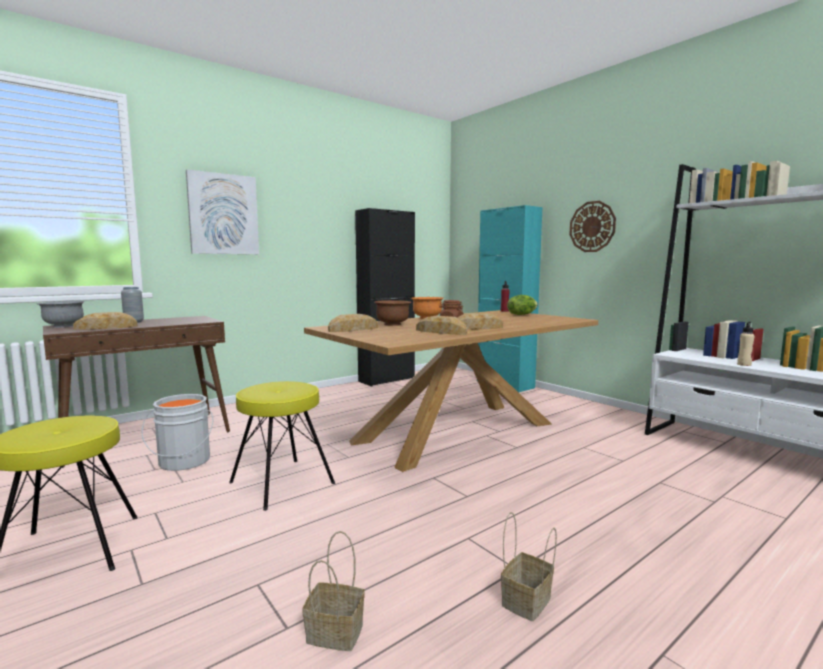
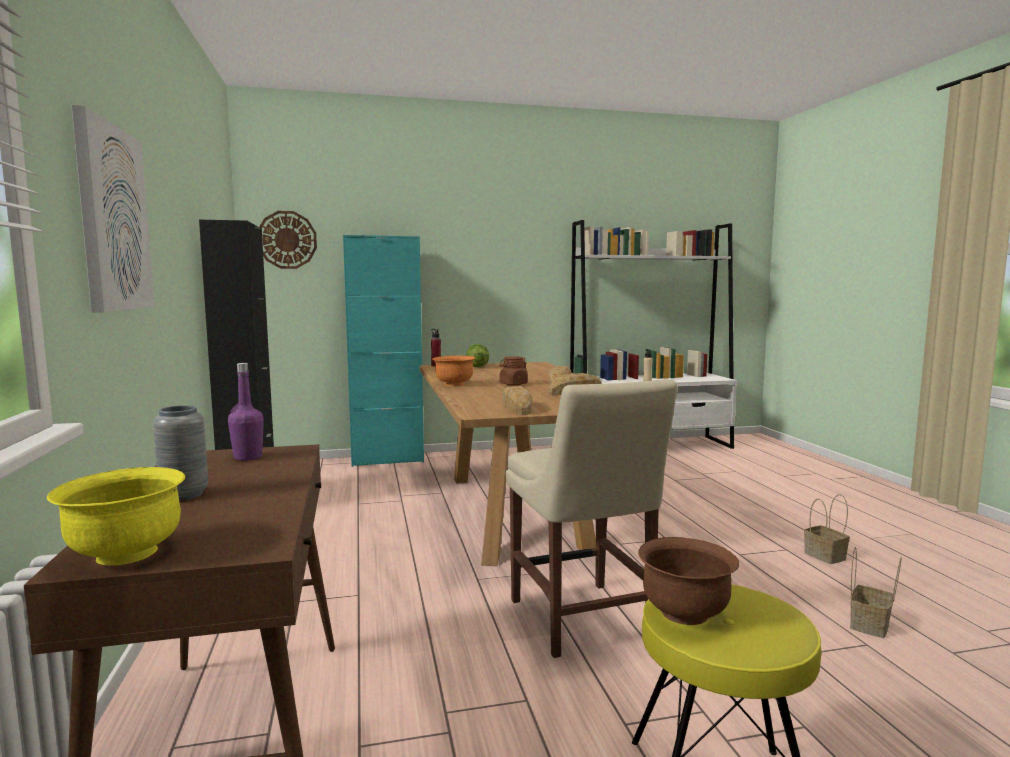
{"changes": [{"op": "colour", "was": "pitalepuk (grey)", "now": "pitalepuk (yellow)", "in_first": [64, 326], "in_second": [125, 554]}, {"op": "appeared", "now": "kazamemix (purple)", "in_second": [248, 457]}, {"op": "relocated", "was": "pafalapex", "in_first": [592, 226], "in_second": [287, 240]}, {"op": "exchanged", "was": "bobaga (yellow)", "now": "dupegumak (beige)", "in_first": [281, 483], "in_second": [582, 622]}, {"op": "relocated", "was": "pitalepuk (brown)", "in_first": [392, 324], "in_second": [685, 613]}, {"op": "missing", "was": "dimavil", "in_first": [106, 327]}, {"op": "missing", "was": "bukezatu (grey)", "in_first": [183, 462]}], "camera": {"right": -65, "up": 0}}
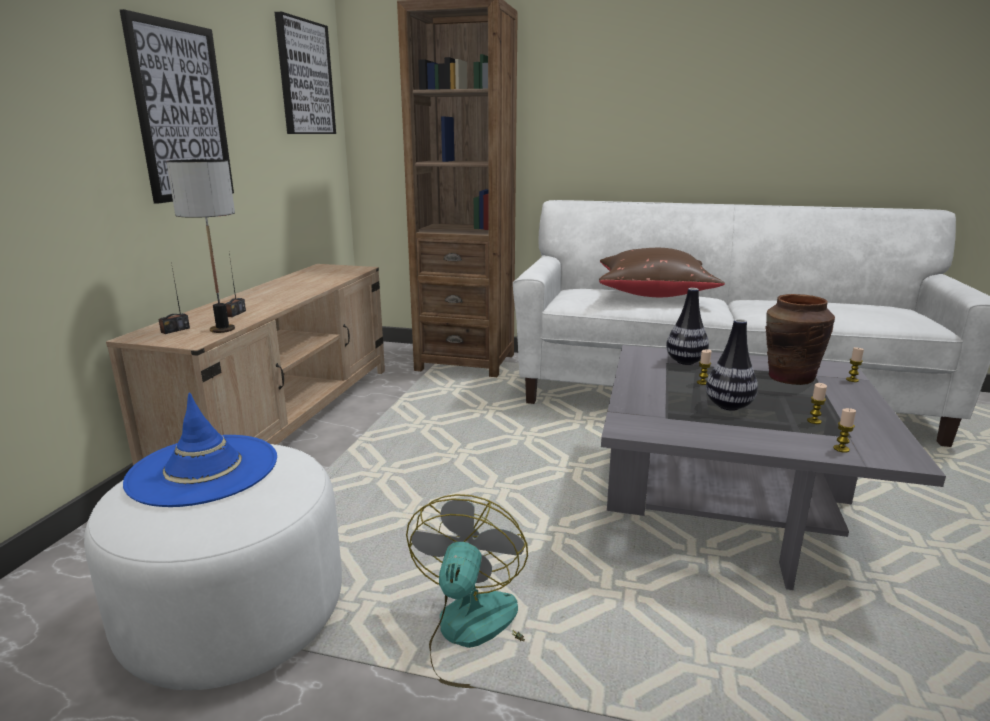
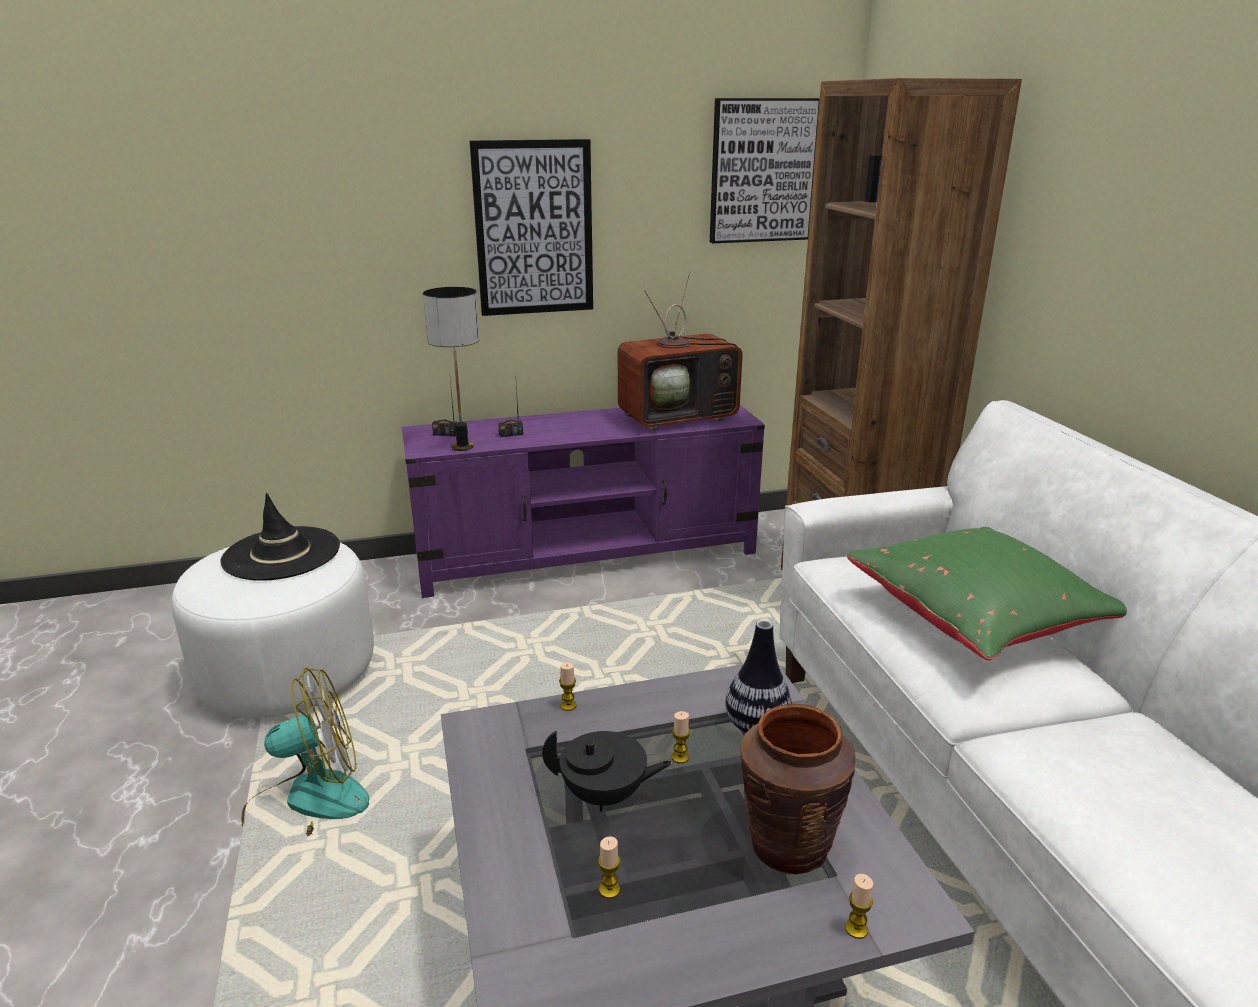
{"changes": [{"op": "colour", "was": "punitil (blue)", "now": "punitil (black)", "in_first": [204, 470], "in_second": [282, 554]}, {"op": "colour", "was": "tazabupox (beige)", "now": "tazabupox (purple)", "in_first": [287, 418], "in_second": [588, 555]}, {"op": "exchanged", "was": "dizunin", "now": "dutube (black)", "in_first": [729, 406], "in_second": [605, 795]}, {"op": "relocated", "was": "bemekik", "in_first": [841, 449], "in_second": [568, 705]}, {"op": "appeared", "now": "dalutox", "in_second": [679, 417]}, {"op": "colour", "was": "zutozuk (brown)", "now": "zutozuk (green)", "in_first": [653, 294], "in_second": [978, 620]}], "camera": {"right": 60, "up": 5}}
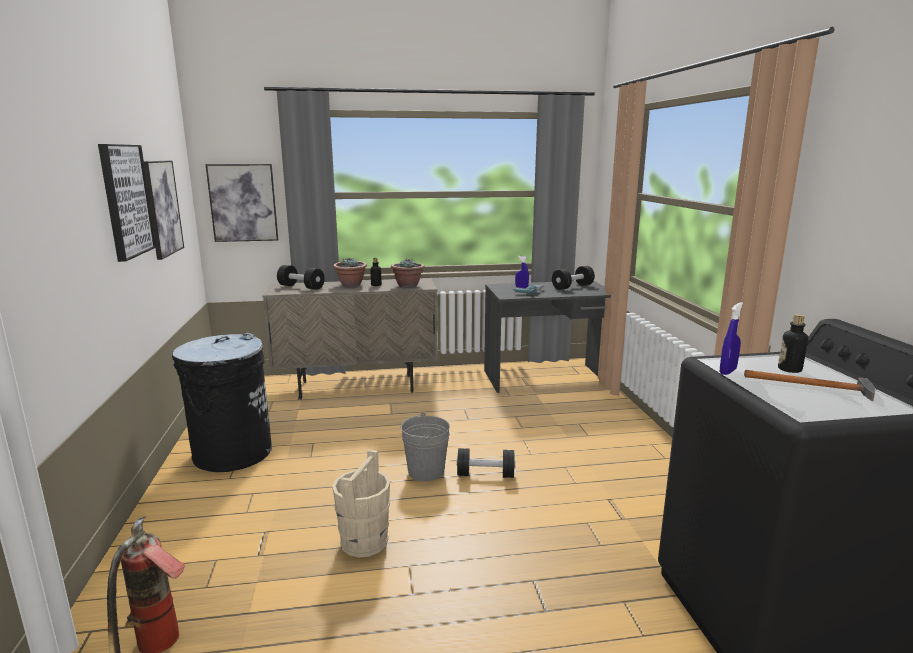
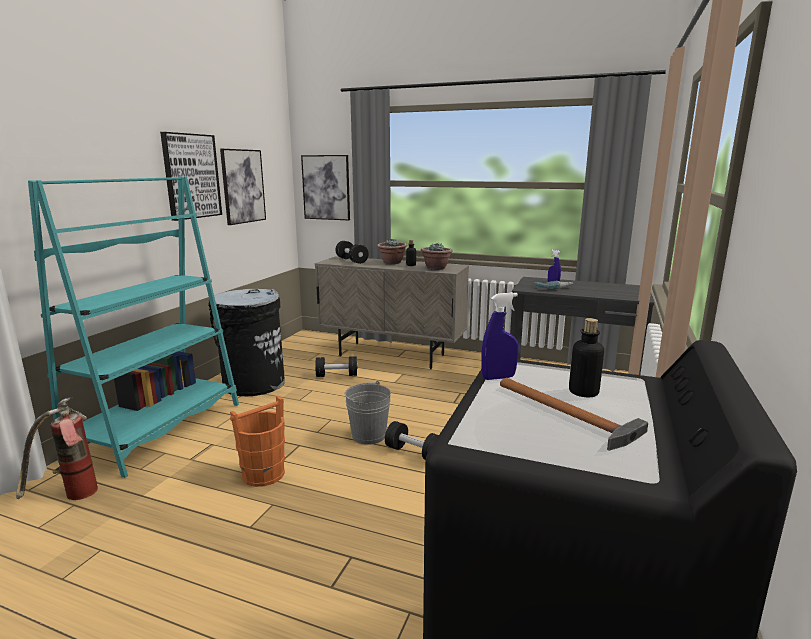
{"changes": [{"op": "appeared", "now": "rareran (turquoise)", "in_second": [158, 430]}, {"op": "colour", "was": "bukezatu (beige)", "now": "bukezatu (orange)", "in_first": [364, 542], "in_second": [263, 474]}, {"op": "relocated", "was": "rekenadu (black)", "in_first": [572, 287], "in_second": [337, 375]}], "camera": {"right": 30, "up": 0}}
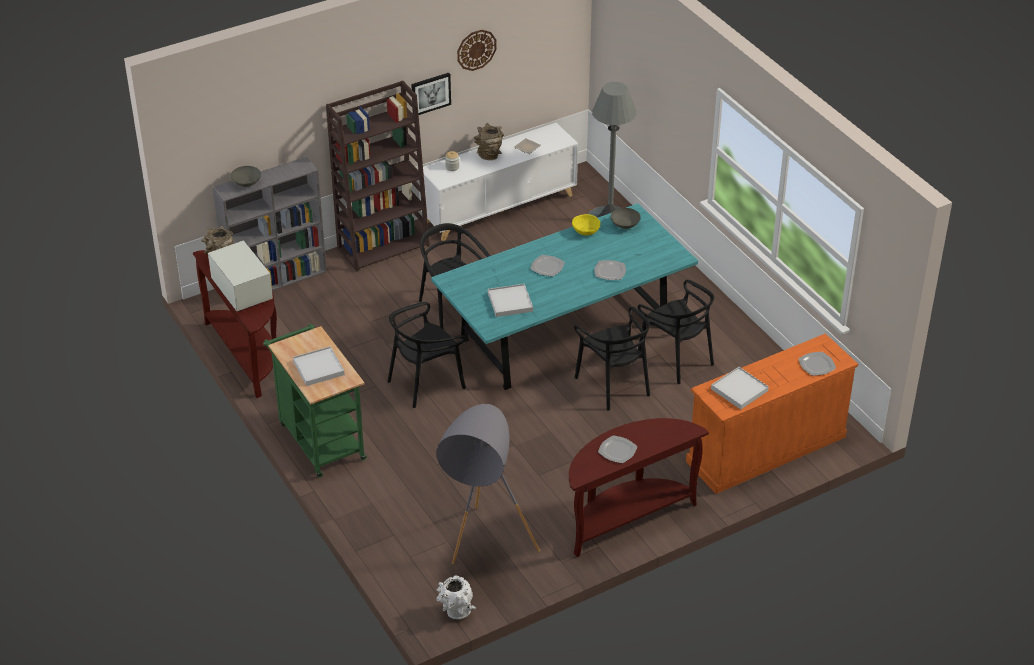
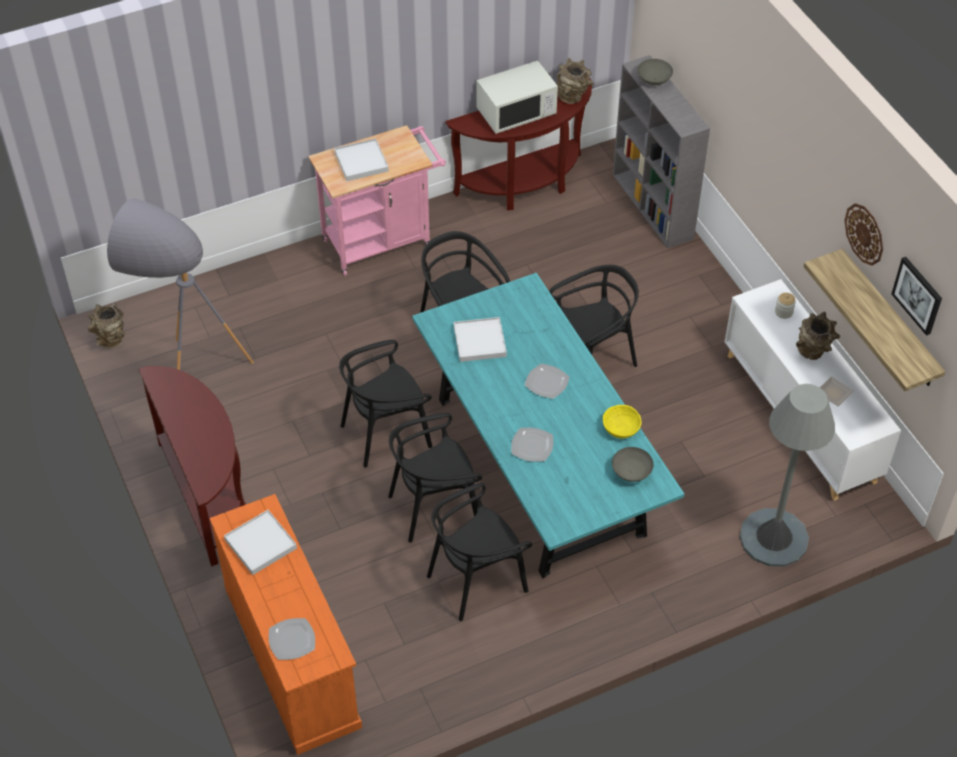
{"changes": [{"op": "colour", "was": "dizunin (white)", "now": "dizunin (brown)", "in_first": [455, 612], "in_second": [110, 339]}, {"op": "colour", "was": "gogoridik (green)", "now": "gogoridik (pink)", "in_first": [319, 438], "in_second": [382, 240]}, {"op": "appeared", "now": "dupegumak (black)", "in_second": [386, 433]}, {"op": "appeared", "now": "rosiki", "in_second": [888, 320]}, {"op": "relocated", "was": "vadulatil", "in_first": [430, 93], "in_second": [918, 295]}, {"op": "missing", "was": "rareran (brown)", "in_first": [384, 246]}, {"op": "missing", "was": "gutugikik", "in_first": [618, 450]}], "camera": {"right": 95, "up": 10}}
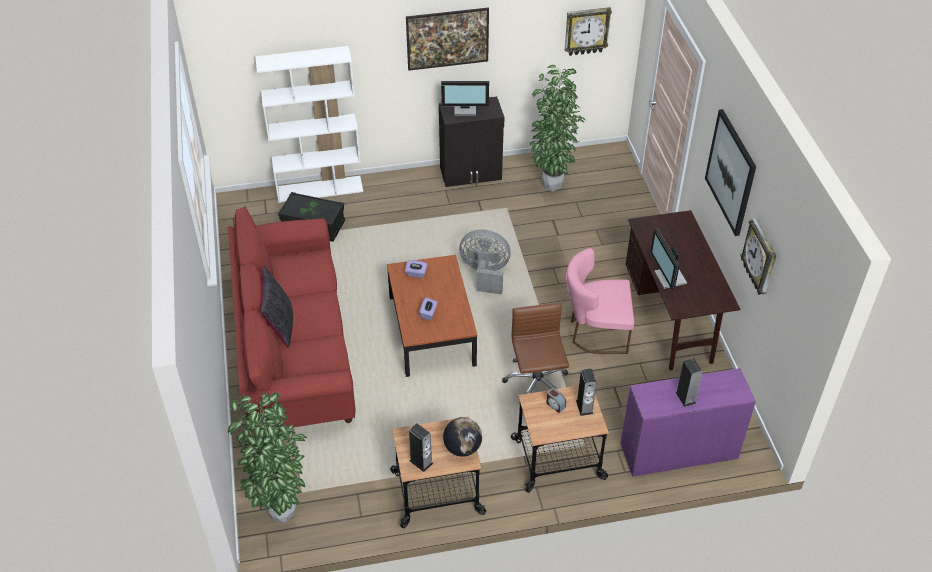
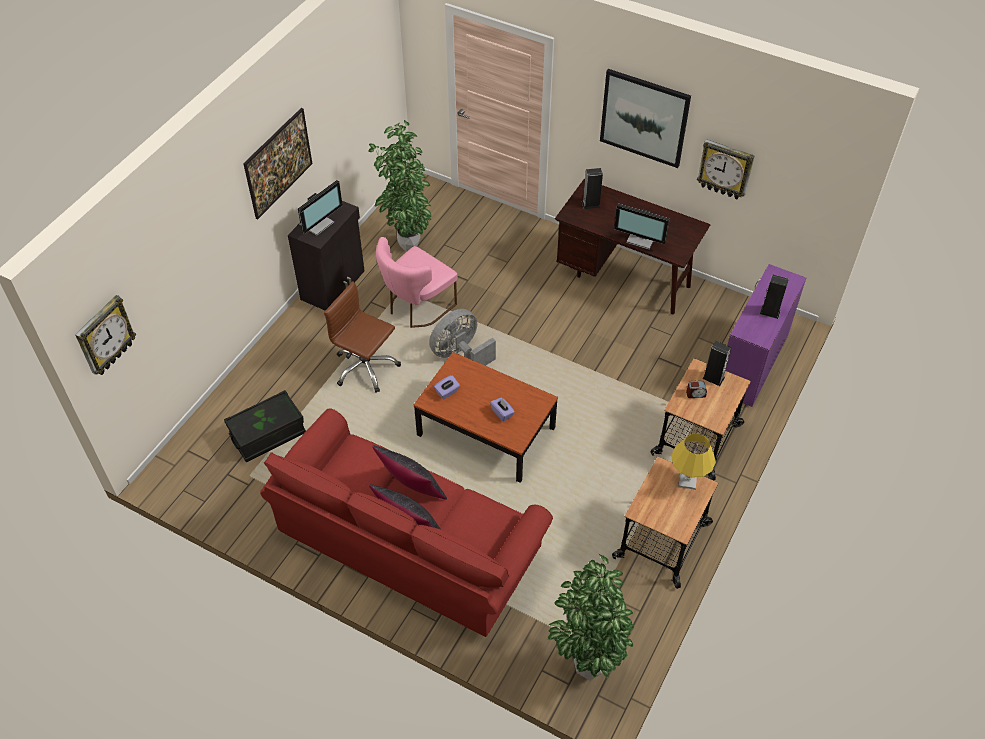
{"changes": [{"op": "relocated", "was": "pafalapex", "in_first": [586, 31], "in_second": [104, 336]}, {"op": "relocated", "was": "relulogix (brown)", "in_first": [536, 385], "in_second": [365, 368]}, {"op": "appeared", "now": "zutozuk (black)", "in_second": [412, 489]}, {"op": "relocated", "was": "dupegumak (pink)", "in_first": [595, 332], "in_second": [416, 307]}, {"op": "relocated", "was": "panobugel", "in_first": [421, 462], "in_second": [591, 204]}, {"op": "exchanged", "was": "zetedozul", "now": "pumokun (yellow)", "in_first": [462, 448], "in_second": [687, 481]}, {"op": "missing", "was": "rareran (white)", "in_first": [320, 189]}], "camera": {"right": -50, "up": 5}}
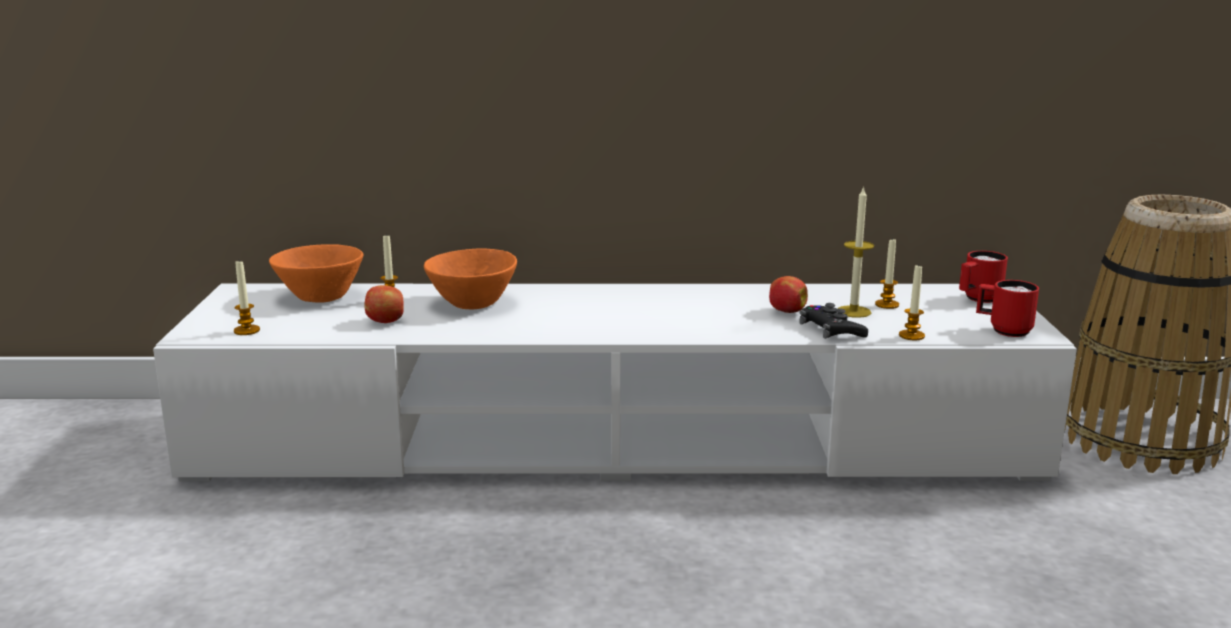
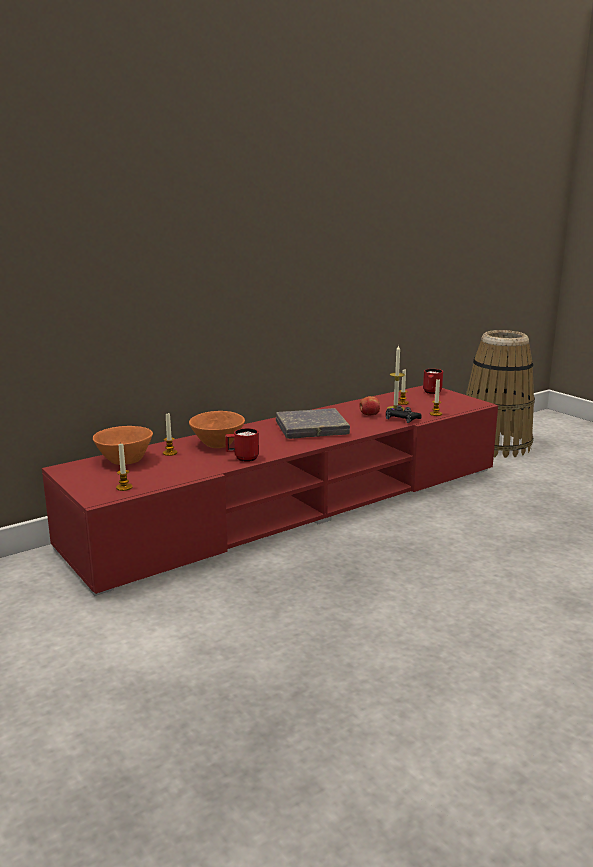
{"changes": [{"op": "colour", "was": "tazabupox (white)", "now": "tazabupox (red)", "in_first": [617, 442], "in_second": [297, 505]}, {"op": "relocated", "was": "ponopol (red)", "in_first": [1003, 330], "in_second": [242, 458]}, {"op": "appeared", "now": "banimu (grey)", "in_second": [311, 429]}, {"op": "missing", "was": "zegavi", "in_first": [386, 321]}], "camera": {"right": -35, "up": 0}}
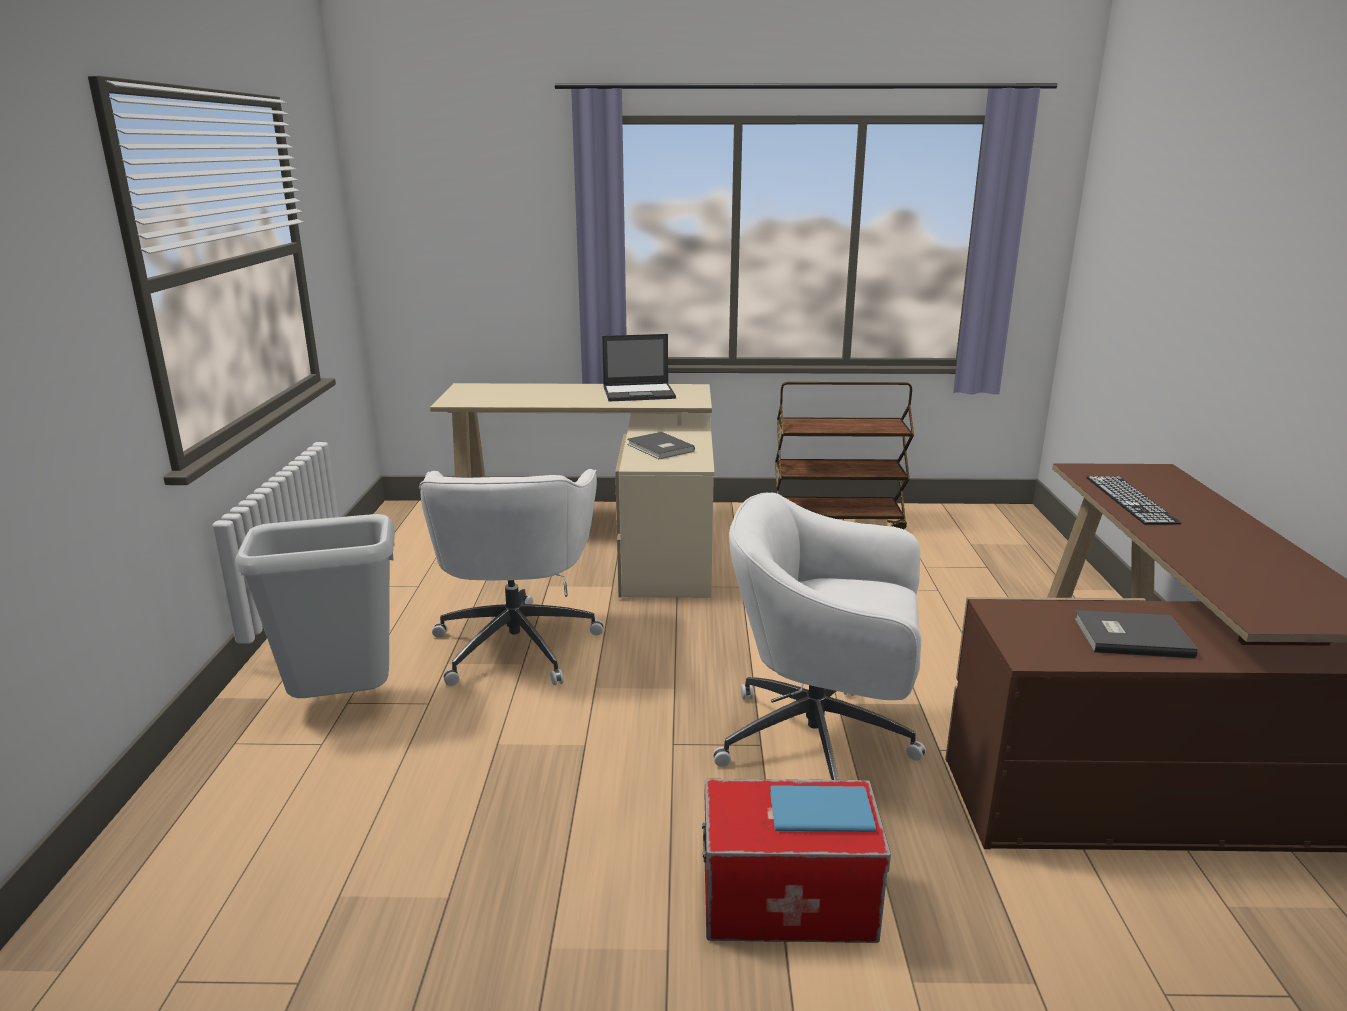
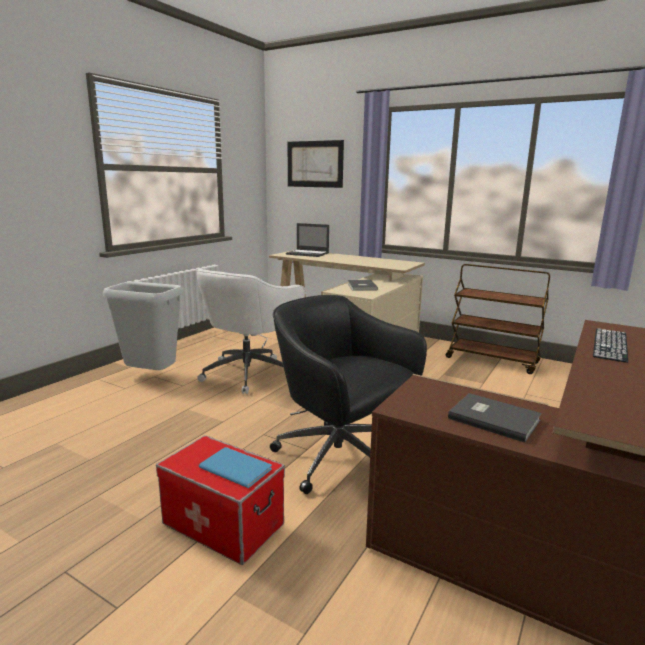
{"changes": [{"op": "colour", "was": "relulogix (white)", "now": "relulogix (black)", "in_first": [821, 743], "in_second": [341, 459]}, {"op": "relocated", "was": "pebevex", "in_first": [640, 393], "in_second": [308, 253]}, {"op": "appeared", "now": "vadulatil", "in_second": [314, 164]}], "camera": {"right": 30, "up": -5}}
